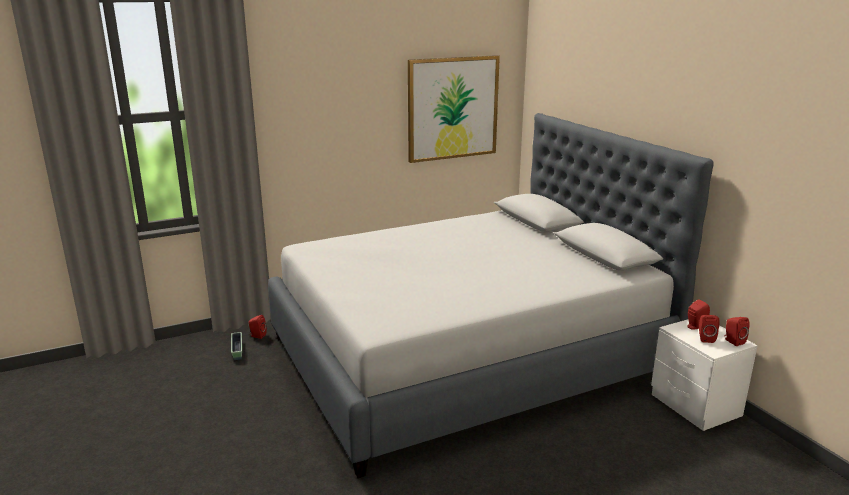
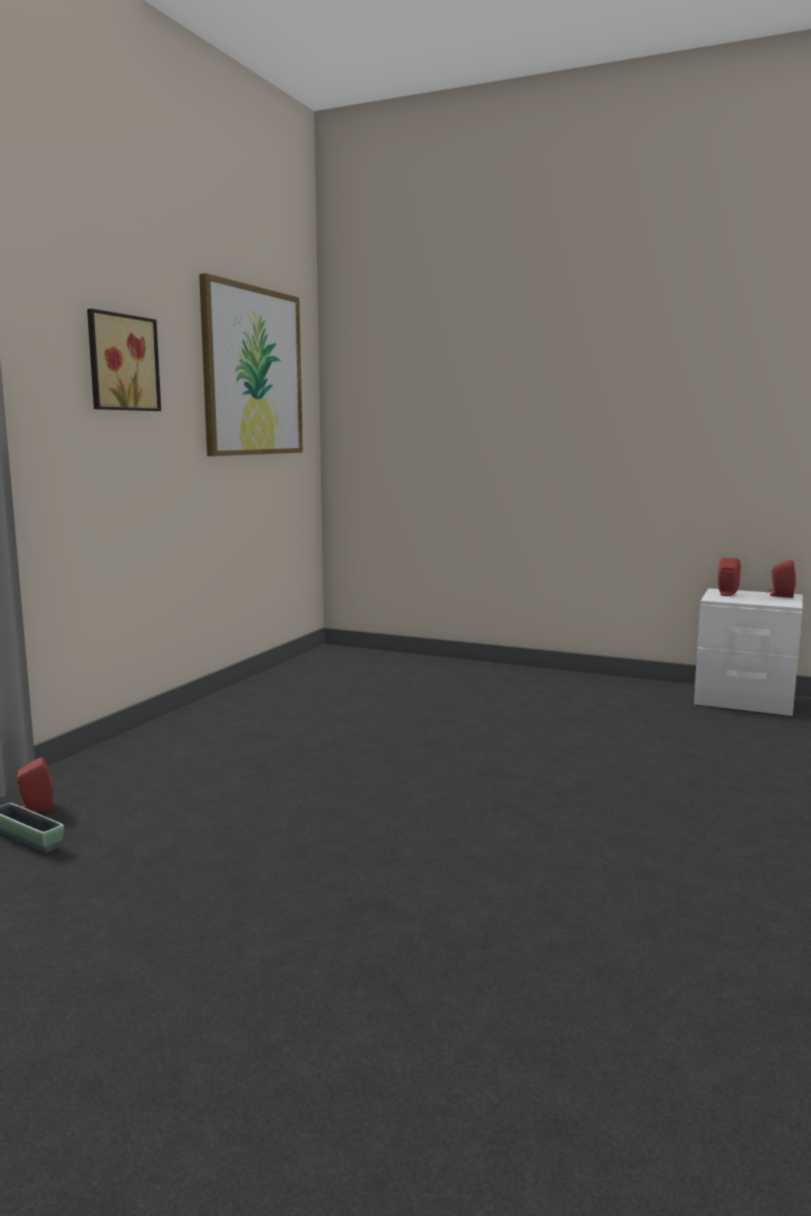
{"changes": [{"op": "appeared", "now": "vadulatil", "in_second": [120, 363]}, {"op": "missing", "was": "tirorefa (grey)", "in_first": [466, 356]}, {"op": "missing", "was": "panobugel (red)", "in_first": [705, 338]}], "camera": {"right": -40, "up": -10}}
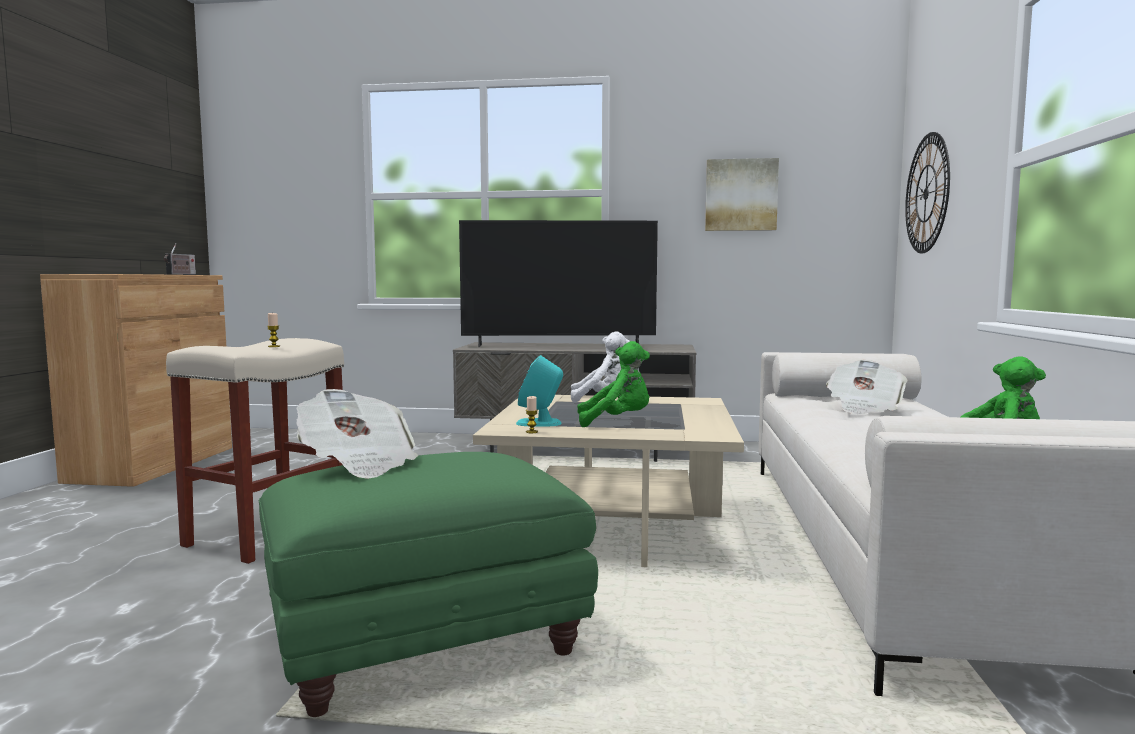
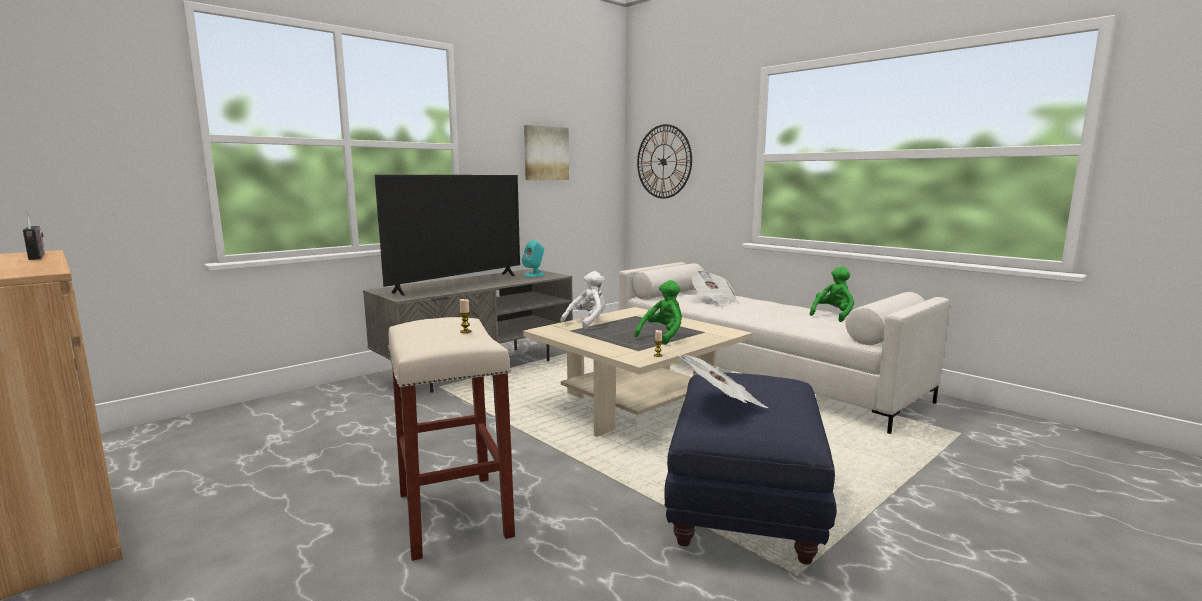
{"changes": [{"op": "relocated", "was": "panobugel (turquoise)", "in_first": [539, 423], "in_second": [534, 275]}, {"op": "colour", "was": "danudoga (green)", "now": "danudoga (blue)", "in_first": [422, 645], "in_second": [745, 509]}], "camera": {"right": -50, "up": 5}}
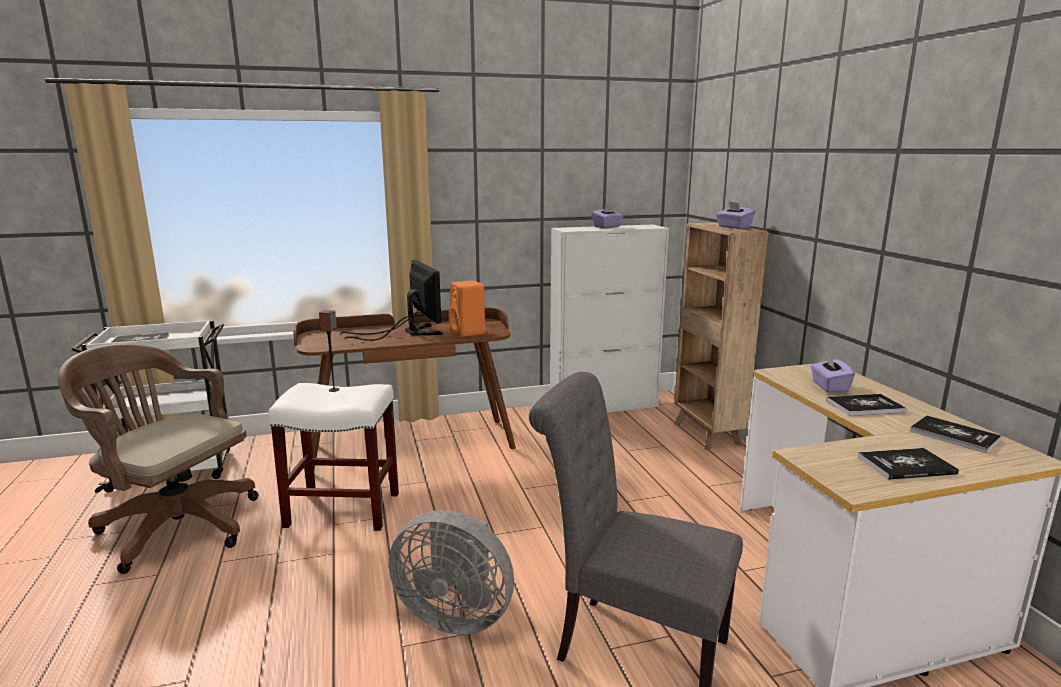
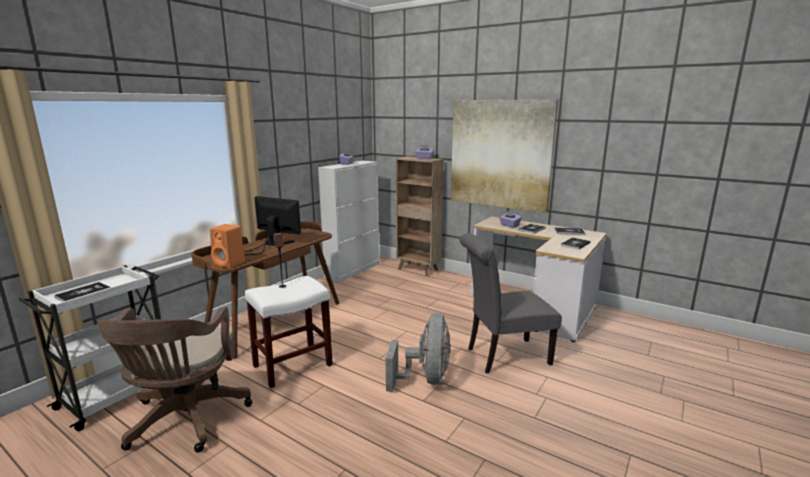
{"changes": [{"op": "spun", "was": "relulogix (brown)", "in_first": [173, 525], "in_second": [185, 420], "clockwise": -75}, {"op": "relocated", "was": "panobugel (orange)", "in_first": [468, 332], "in_second": [230, 264]}, {"op": "spun", "was": "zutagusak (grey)", "in_first": [455, 615], "in_second": [425, 379], "clockwise": -60}, {"op": "appeared", "now": "vadulatil", "in_second": [500, 154]}], "camera": {"right": -40, "up": 0}}
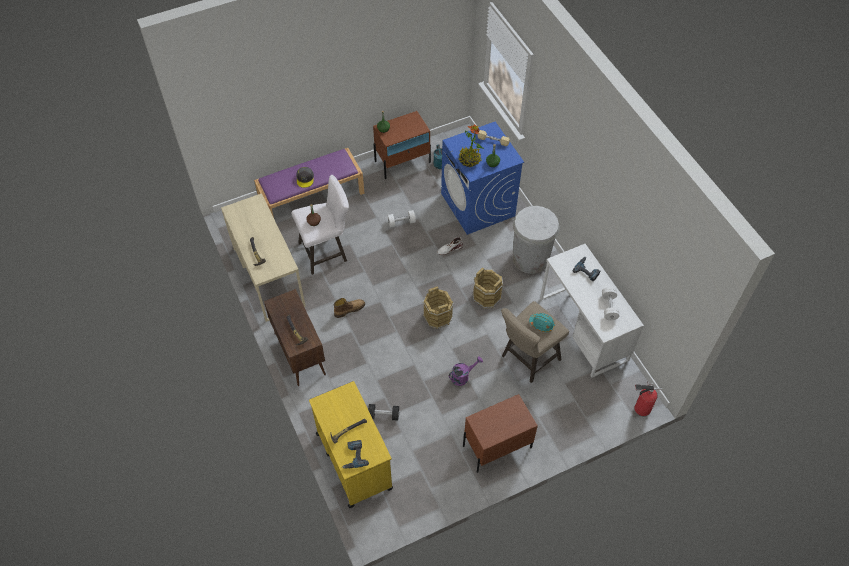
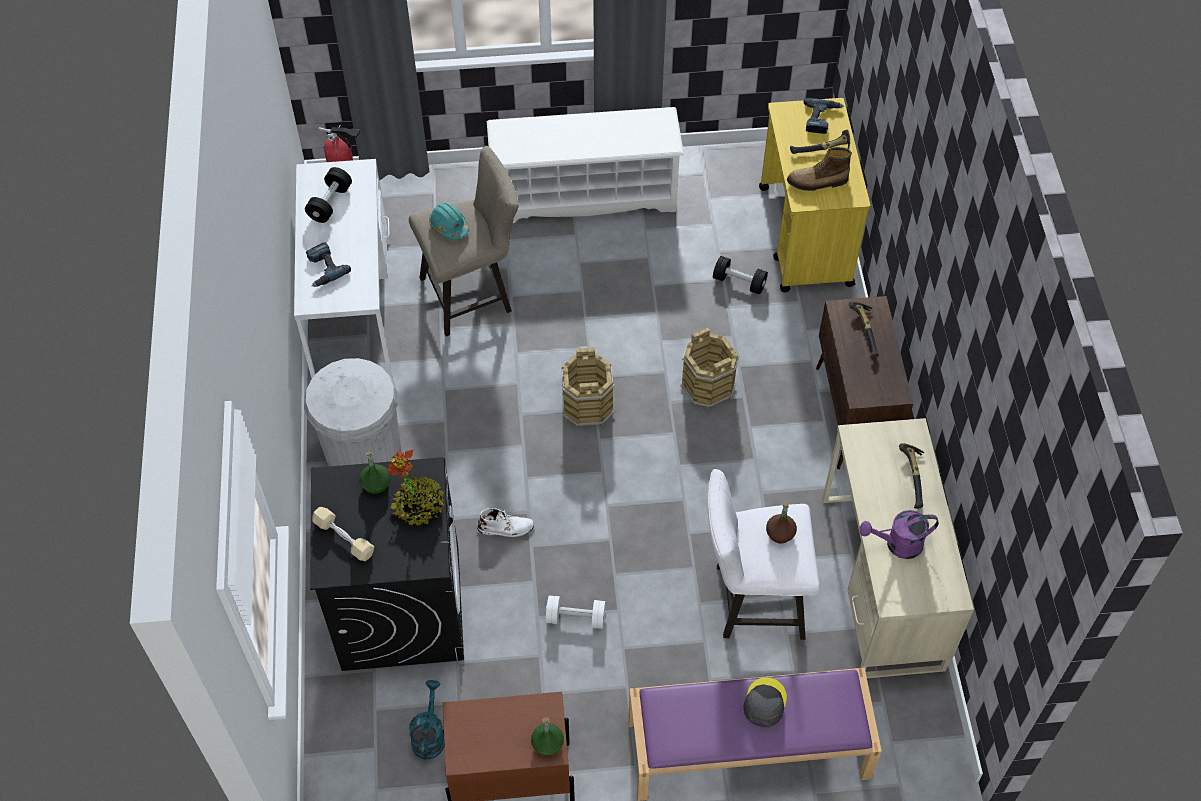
{"changes": [{"op": "colour", "was": "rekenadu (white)", "now": "rekenadu (black)", "in_first": [609, 307], "in_second": [330, 203]}, {"op": "colour", "was": "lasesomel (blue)", "now": "lasesomel (black)", "in_first": [478, 205], "in_second": [400, 606]}, {"op": "exchanged", "was": "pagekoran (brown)", "now": "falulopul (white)", "in_first": [496, 446], "in_second": [585, 195]}, {"op": "relocated", "was": "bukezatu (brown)", "in_first": [487, 296], "in_second": [707, 386]}, {"op": "relocated", "was": "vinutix", "in_first": [349, 309], "in_second": [817, 182]}, {"op": "relocated", "was": "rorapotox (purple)", "in_first": [463, 376], "in_second": [897, 545]}], "camera": {"right": -160, "up": 0}}
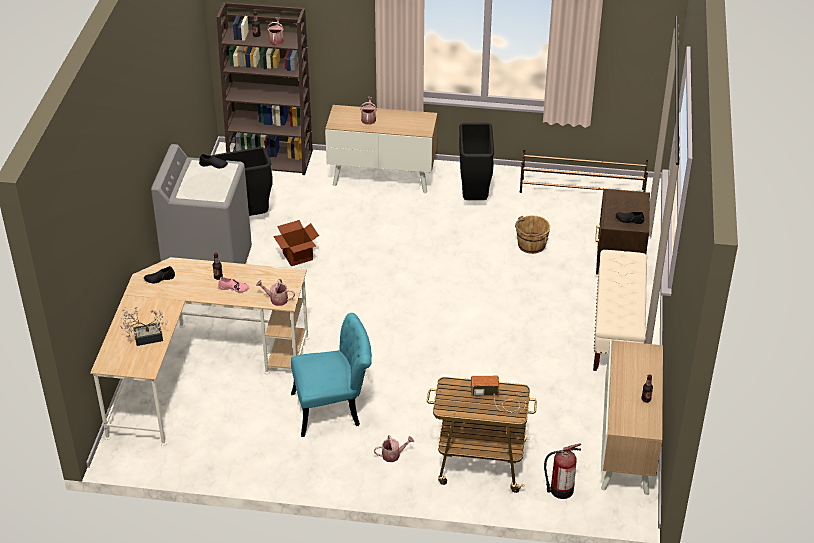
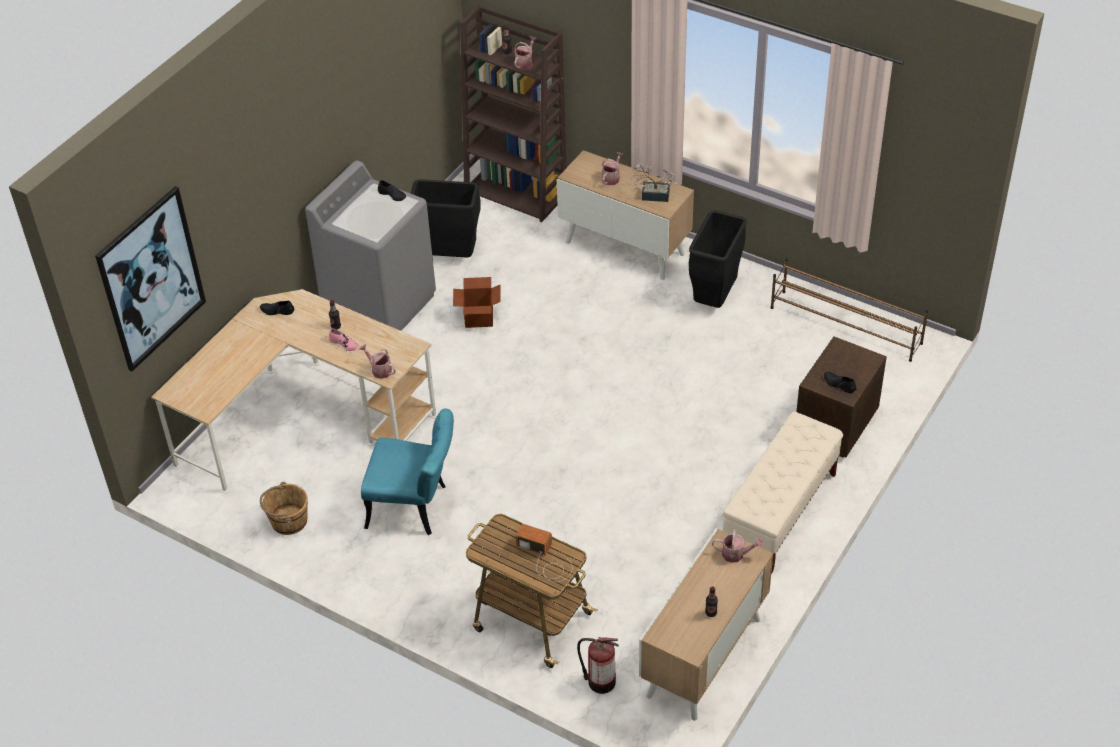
{"changes": [{"op": "appeared", "now": "vadulatil", "in_second": [151, 279]}, {"op": "relocated", "was": "bukezatu (brown)", "in_first": [531, 245], "in_second": [288, 521]}, {"op": "relocated", "was": "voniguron", "in_first": [144, 338], "in_second": [652, 195]}, {"op": "relocated", "was": "rorapotox", "in_first": [393, 455], "in_second": [736, 554]}], "camera": {"right": 25, "up": 5}}
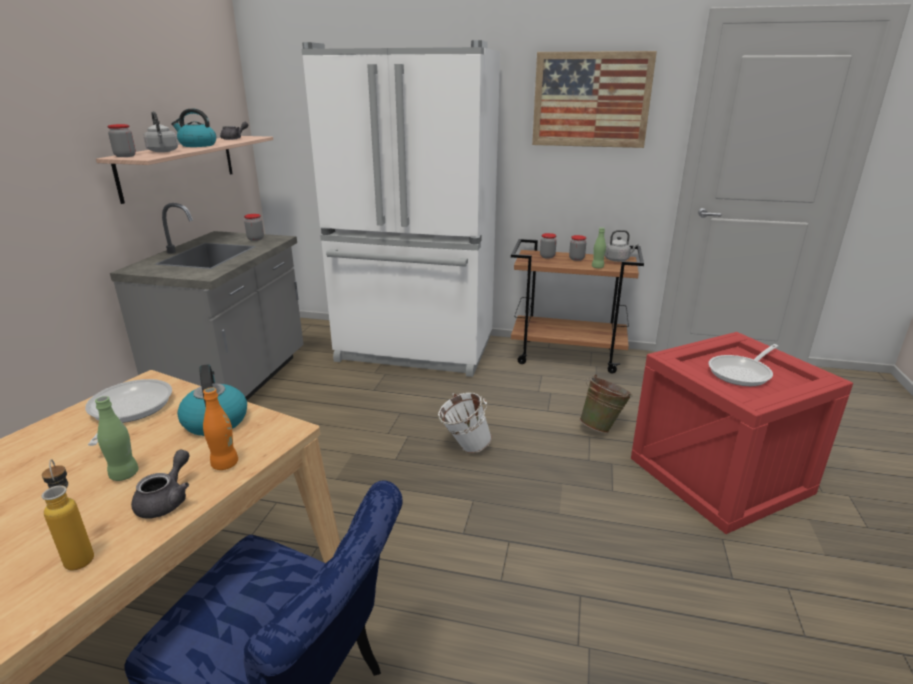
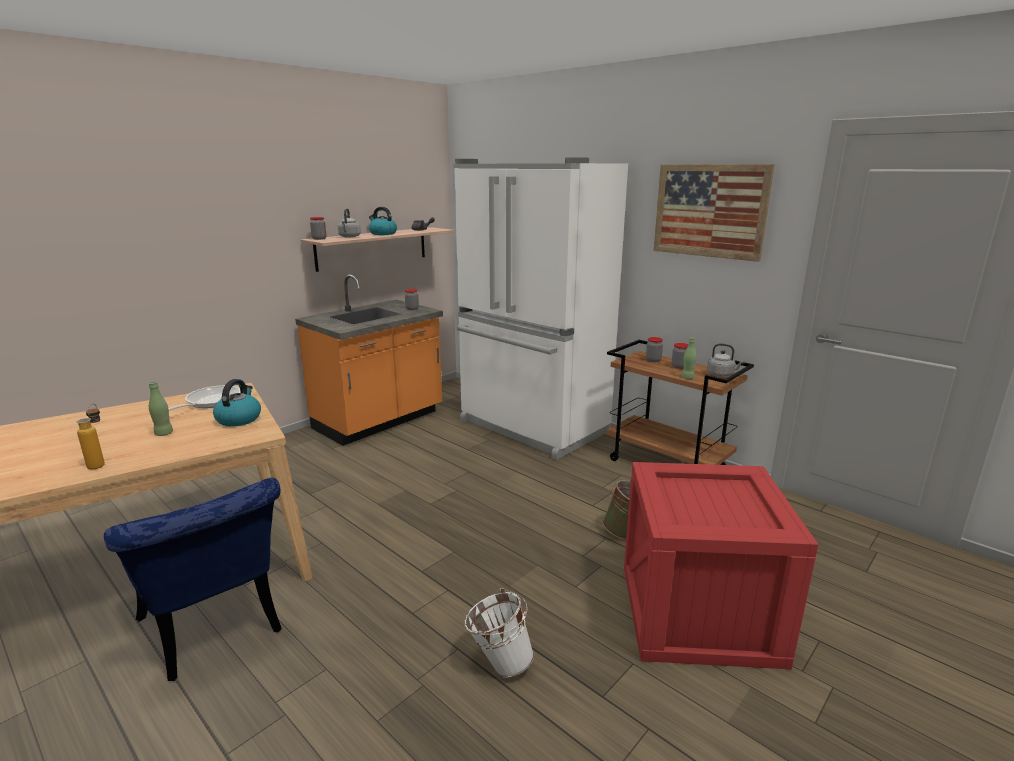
{"changes": [{"op": "colour", "was": "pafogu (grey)", "now": "pafogu (orange)", "in_first": [237, 385], "in_second": [379, 421]}, {"op": "relocated", "was": "bukezatu (white)", "in_first": [464, 448], "in_second": [499, 662]}, {"op": "missing", "was": "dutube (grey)", "in_first": [167, 500]}, {"op": "missing", "was": "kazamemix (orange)", "in_first": [225, 464]}, {"op": "missing", "was": "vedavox", "in_first": [742, 373]}], "camera": {"right": 30, "up": -5}}
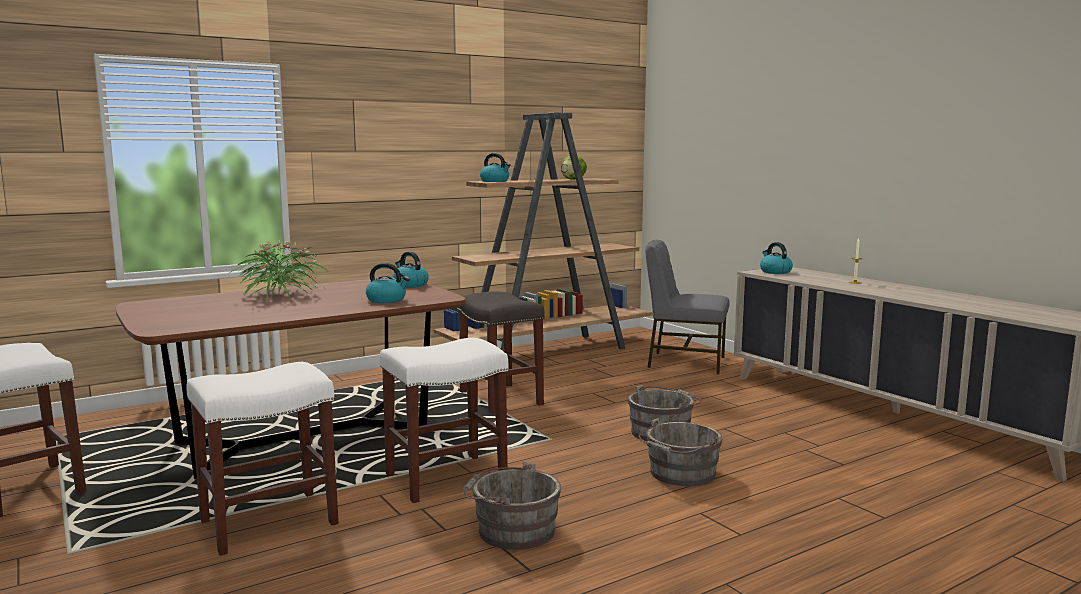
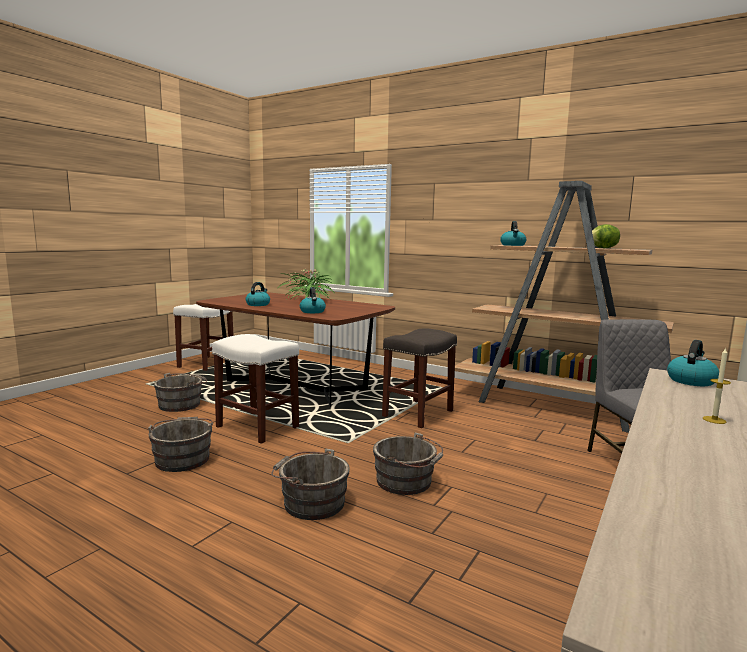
{"changes": [{"op": "exchanged", "was": "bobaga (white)", "now": "bukezatu (grey)", "in_first": [267, 523], "in_second": [182, 404]}, {"op": "relocated", "was": "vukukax", "in_first": [410, 285], "in_second": [258, 304]}], "camera": {"right": 65, "up": 0}}
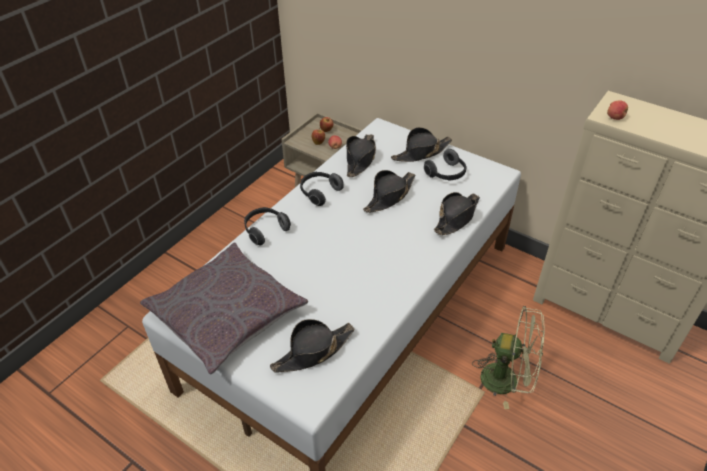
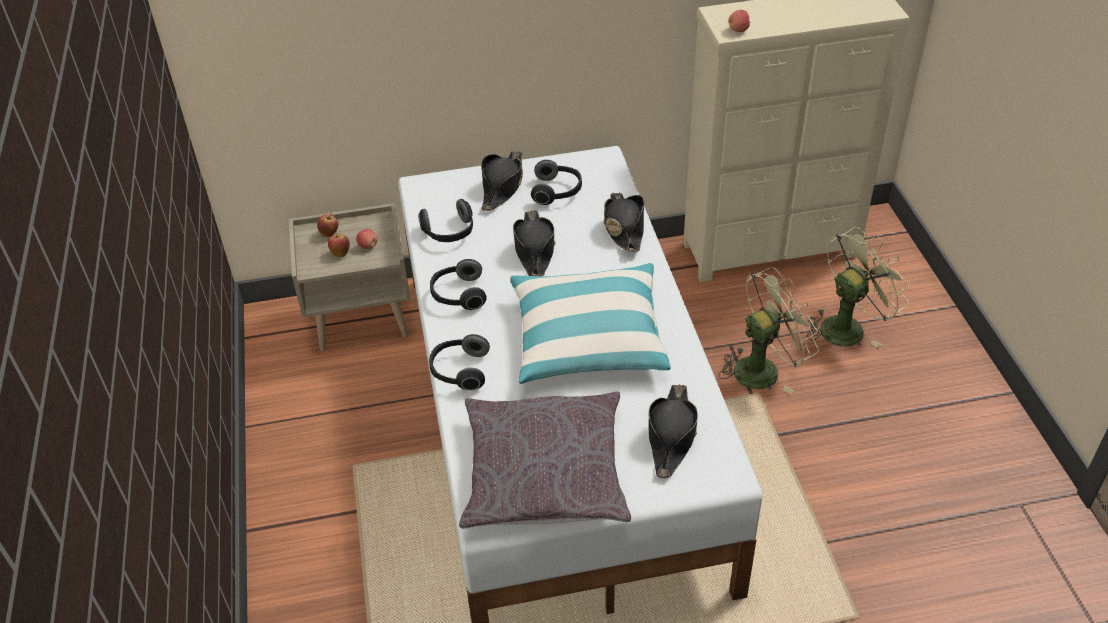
{"changes": [{"op": "exchanged", "was": "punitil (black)", "now": "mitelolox", "in_first": [360, 159], "in_second": [449, 233]}, {"op": "appeared", "now": "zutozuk", "in_second": [588, 337]}, {"op": "appeared", "now": "zutagusak (green)", "in_second": [848, 326]}], "camera": {"right": -45, "up": 0}}
